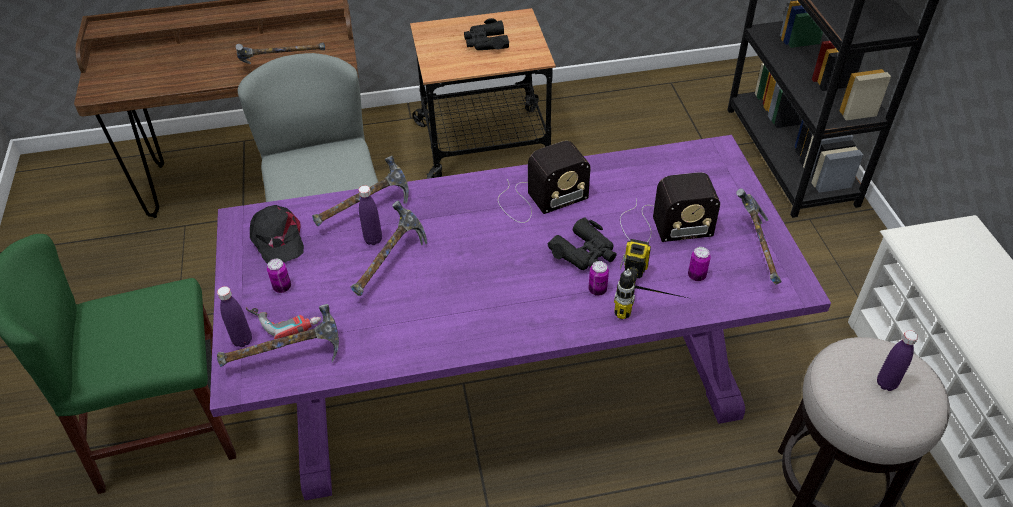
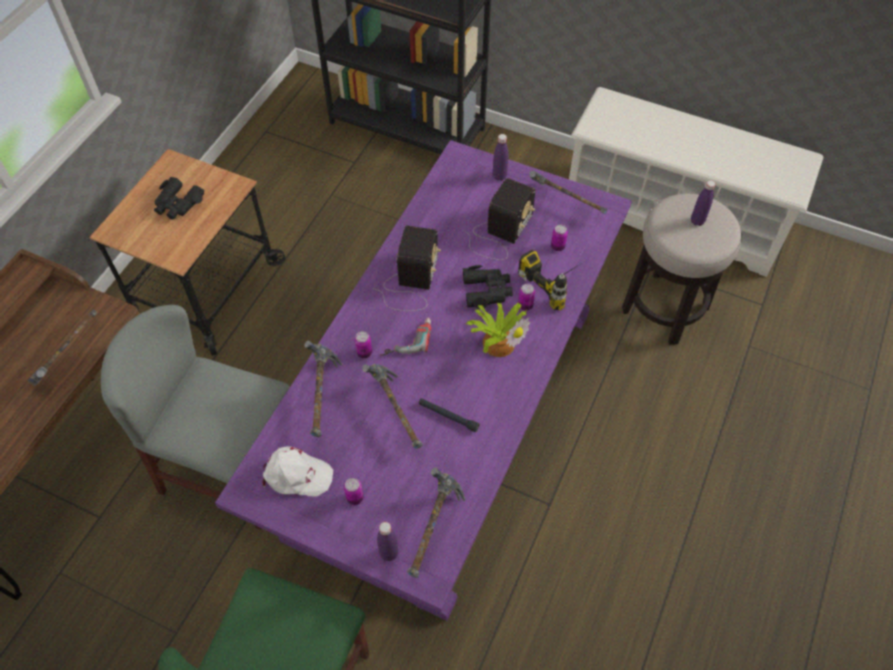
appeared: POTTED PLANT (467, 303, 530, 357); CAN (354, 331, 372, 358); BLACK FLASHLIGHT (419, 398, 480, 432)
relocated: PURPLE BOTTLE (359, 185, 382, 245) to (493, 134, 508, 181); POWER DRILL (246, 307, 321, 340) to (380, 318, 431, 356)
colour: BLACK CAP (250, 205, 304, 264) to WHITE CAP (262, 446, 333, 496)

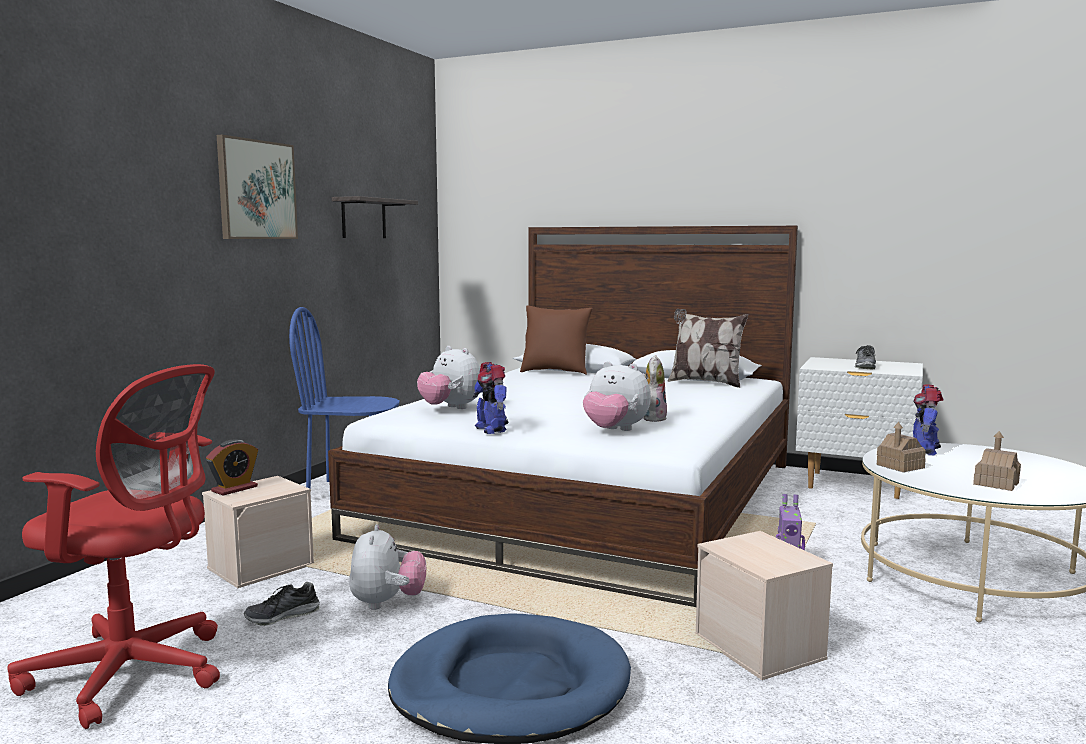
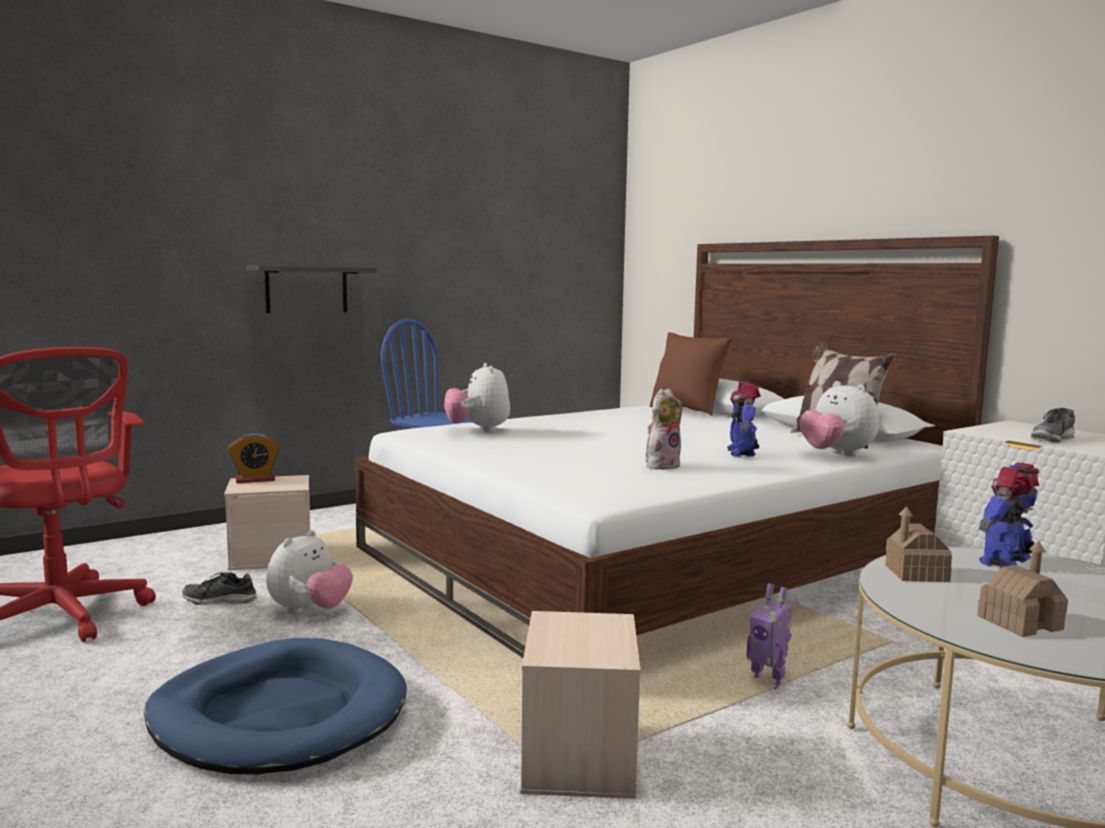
missing: PICTURE (217, 135, 298, 239)
relocated: SHELF (332, 196, 418, 238) to (246, 265, 377, 313); PLUSH TOY (583, 361, 651, 431) to (799, 381, 879, 457); TOY ROBOT (473, 362, 509, 434) to (727, 381, 761, 457)

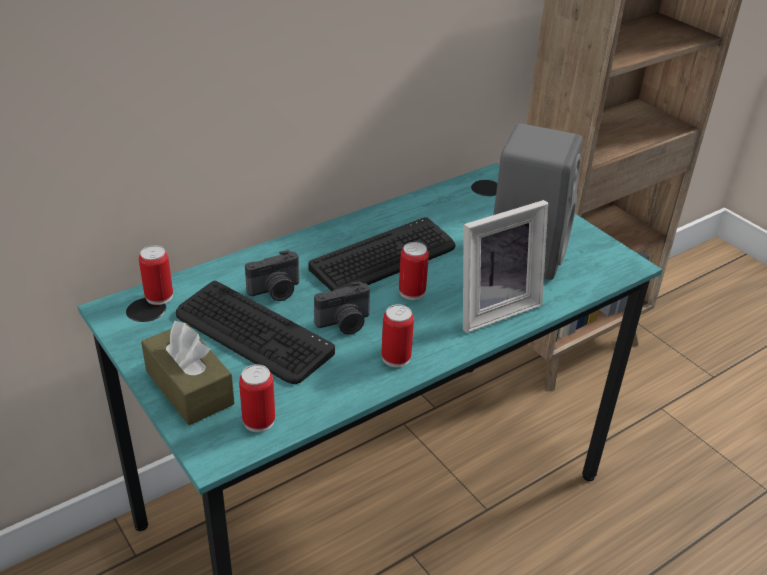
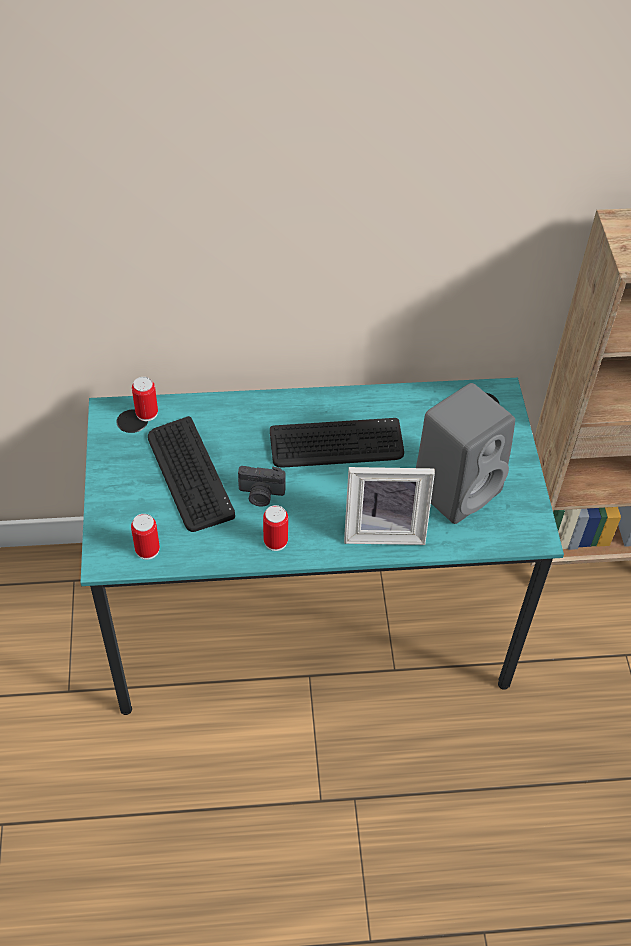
missing: CAN (399, 242, 429, 300); PHOTO CAMERA (245, 250, 299, 301); BROWN TISSUE BOX (141, 321, 235, 425)

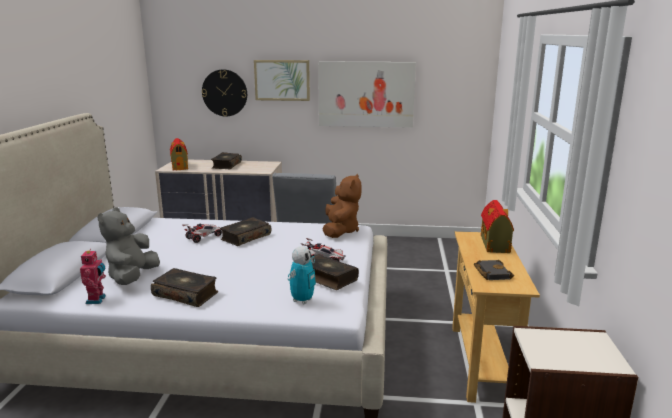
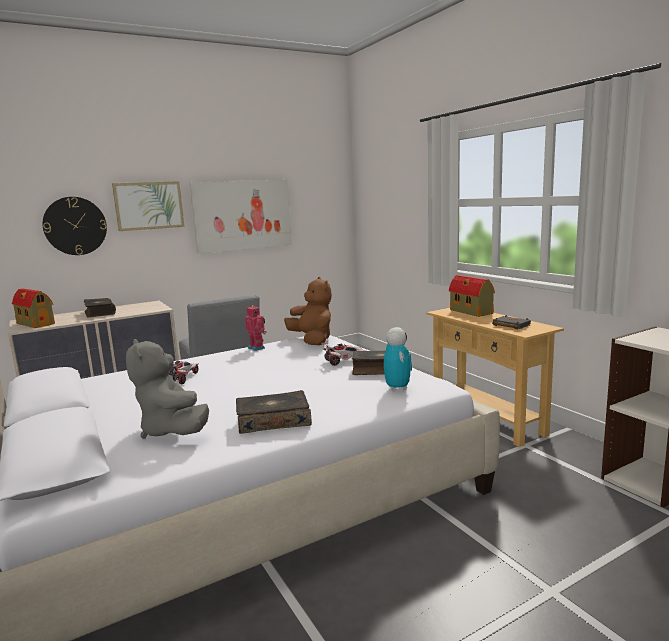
missing: BOOK (220, 217, 271, 246)
relocated: TOY ROBOT (80, 249, 106, 304) to (245, 305, 266, 351)

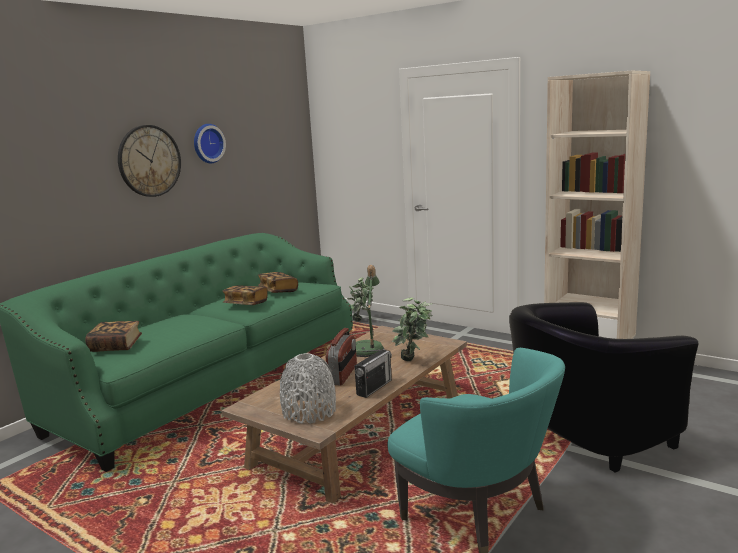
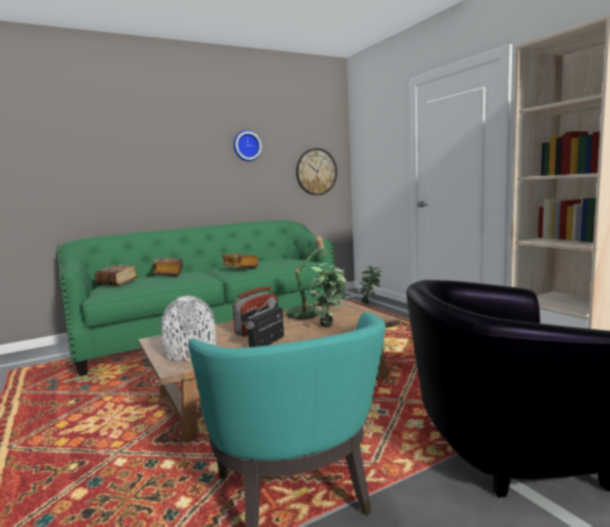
relocated: WALL CLOCK (118, 125, 181, 197) to (296, 148, 337, 195); BOOK (258, 272, 298, 293) to (153, 258, 183, 276)
spun: RADIO (355, 349, 392, 398) = (245, 295, 284, 347) 150 degrees clockwise

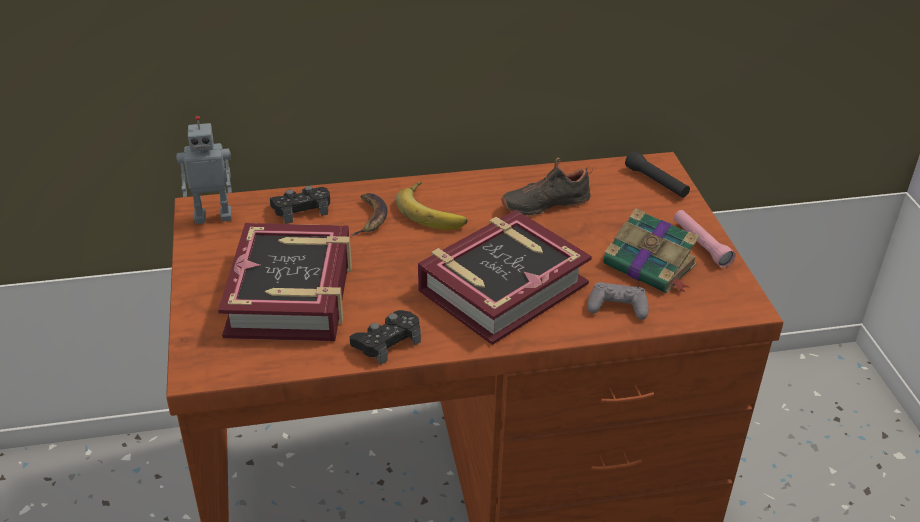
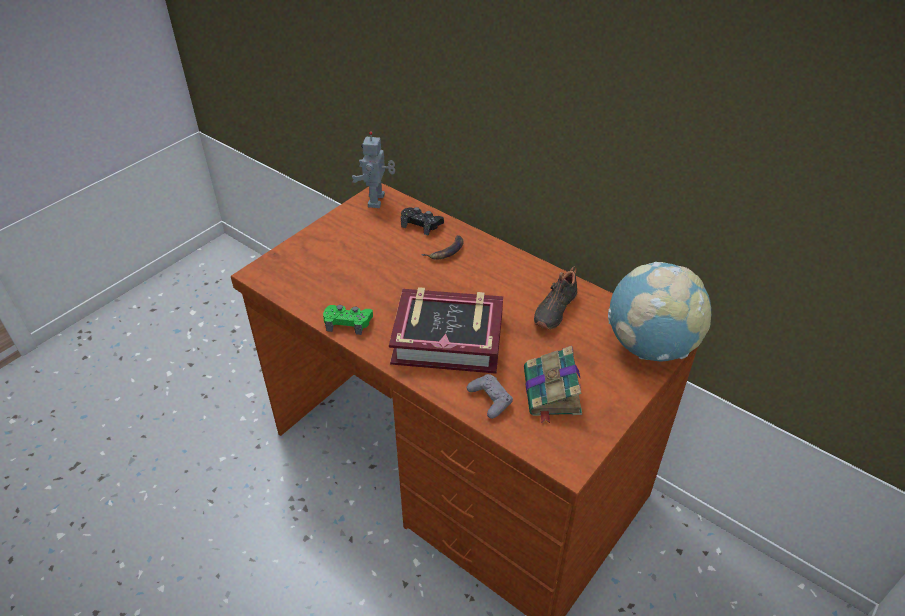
missing: BANANA (396, 181, 468, 230); PINK FLASHLIGHT (674, 210, 736, 268); BOOK (218, 223, 352, 341)
exchanged: BLACK FLASHLIGHT (625, 151, 690, 198) to GLOBE (608, 262, 711, 362)
colour: BLACK GAME CONTROLLER (350, 310, 421, 365) to GREEN GAME CONTROLLER (323, 305, 373, 335)
spun: TOY ROBOT (176, 116, 232, 224) = (352, 131, 395, 208) 60 degrees clockwise; BLACK SHOE (501, 157, 593, 217) = (534, 267, 577, 329) 90 degrees counterclockwise

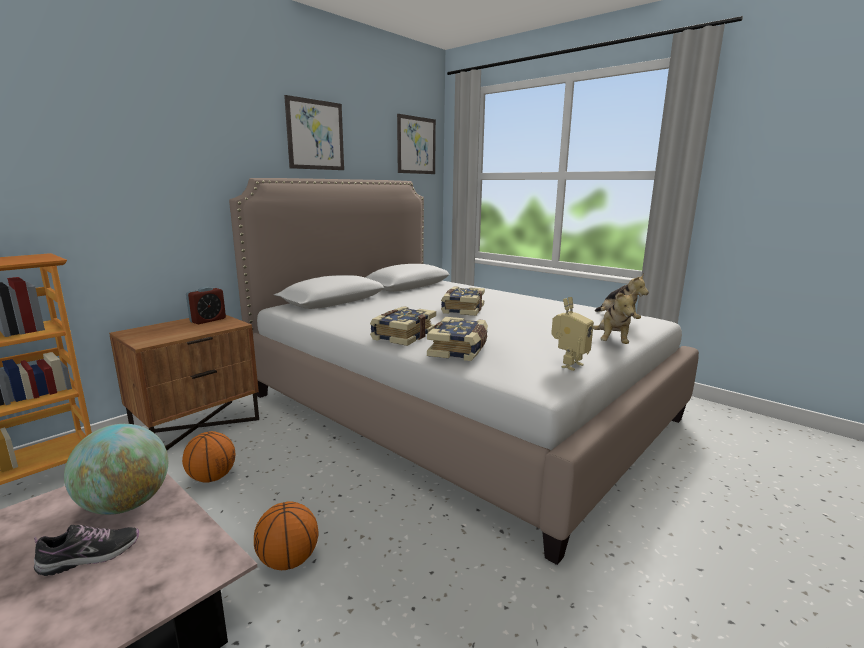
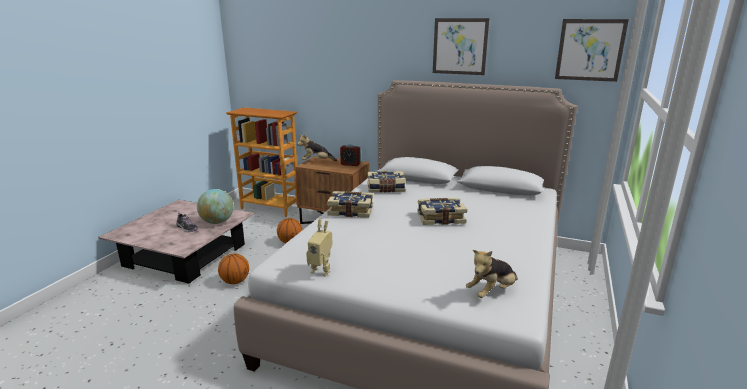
relocated: PLUSH TOY (593, 290, 636, 344) to (297, 134, 338, 161); BOOK (427, 317, 488, 361) to (367, 171, 406, 192)

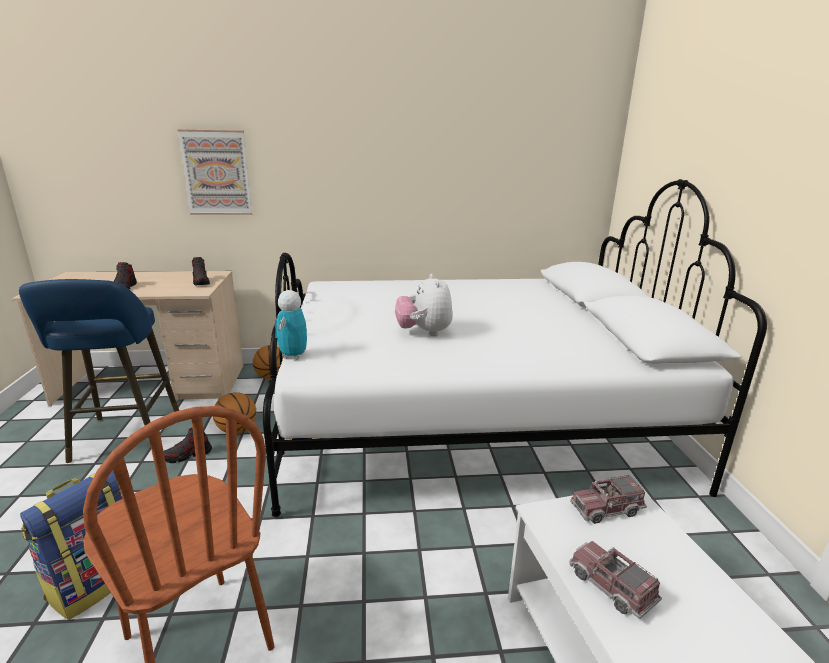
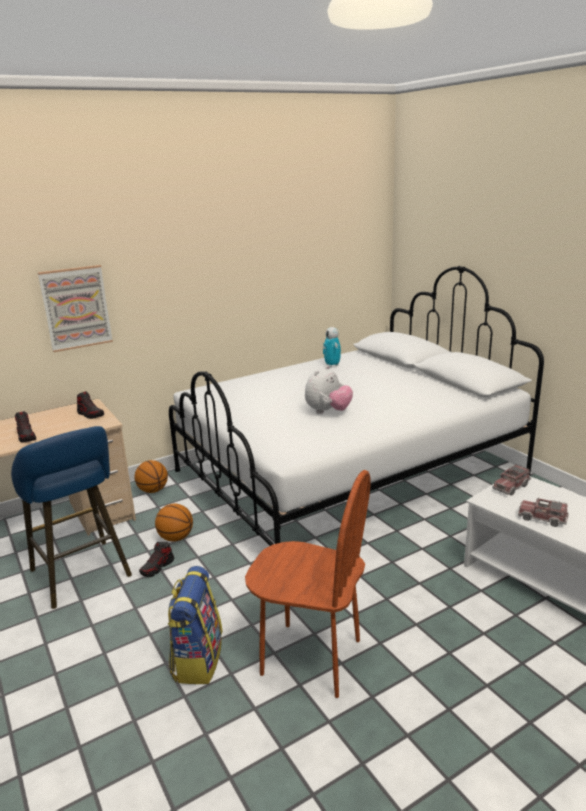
relocated: TOY ROBOT (275, 290, 307, 360) to (323, 327, 341, 368)
spun: PLUSH TOY (395, 274, 453, 336) = (305, 365, 353, 414) 105 degrees counterclockwise

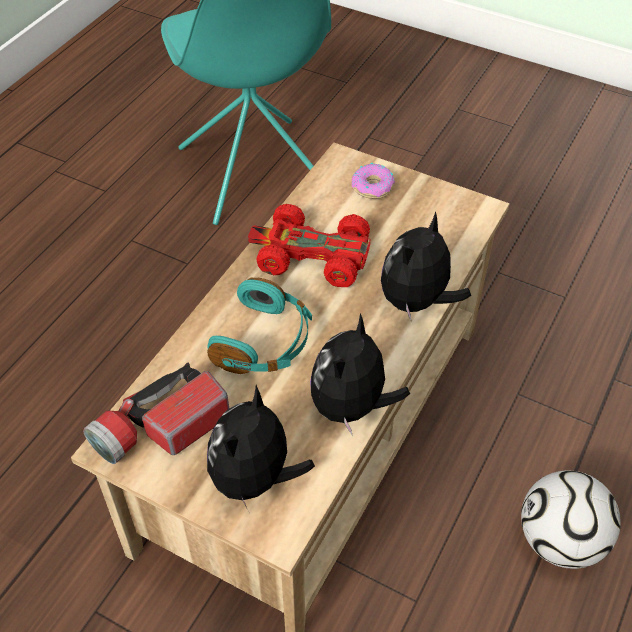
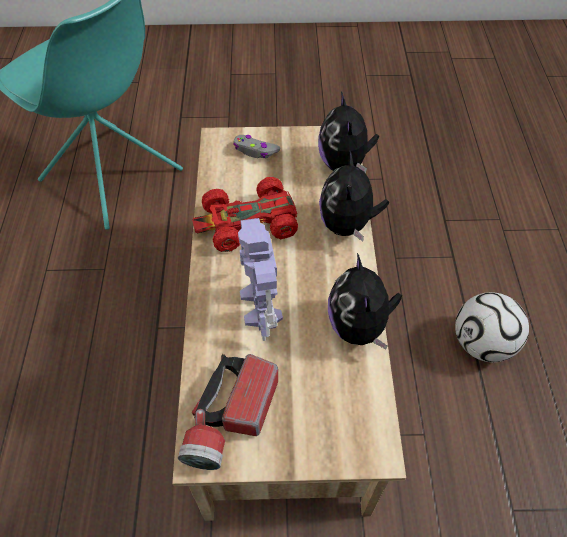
relocated: PLUSH TOY (207, 385, 315, 512) to (318, 92, 379, 174)
exchanged: DONUT (352, 163, 395, 199) to GREY GAME CONTROLLER (233, 135, 280, 158); TURQUOISE HEADPHONES (207, 278, 312, 374) to TOY ROBOT (238, 218, 283, 341)

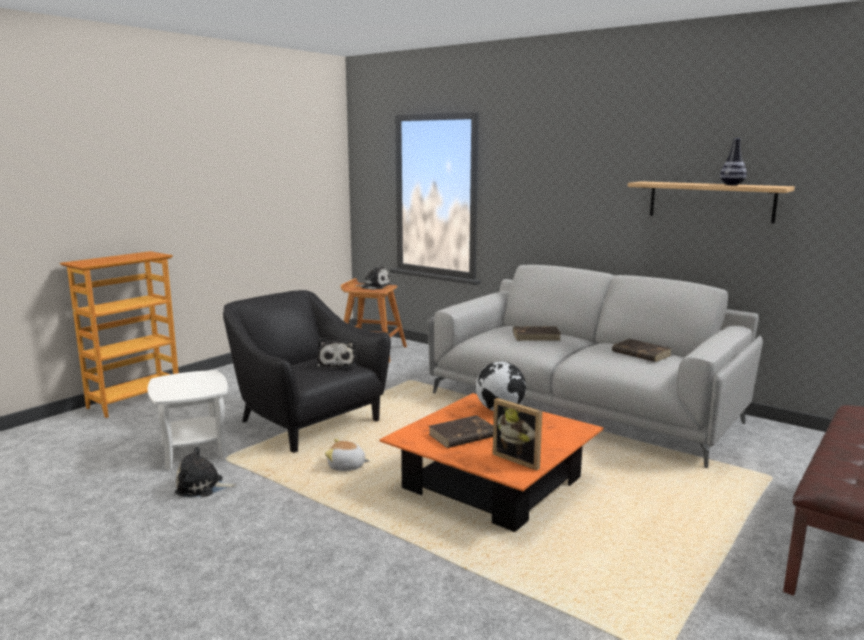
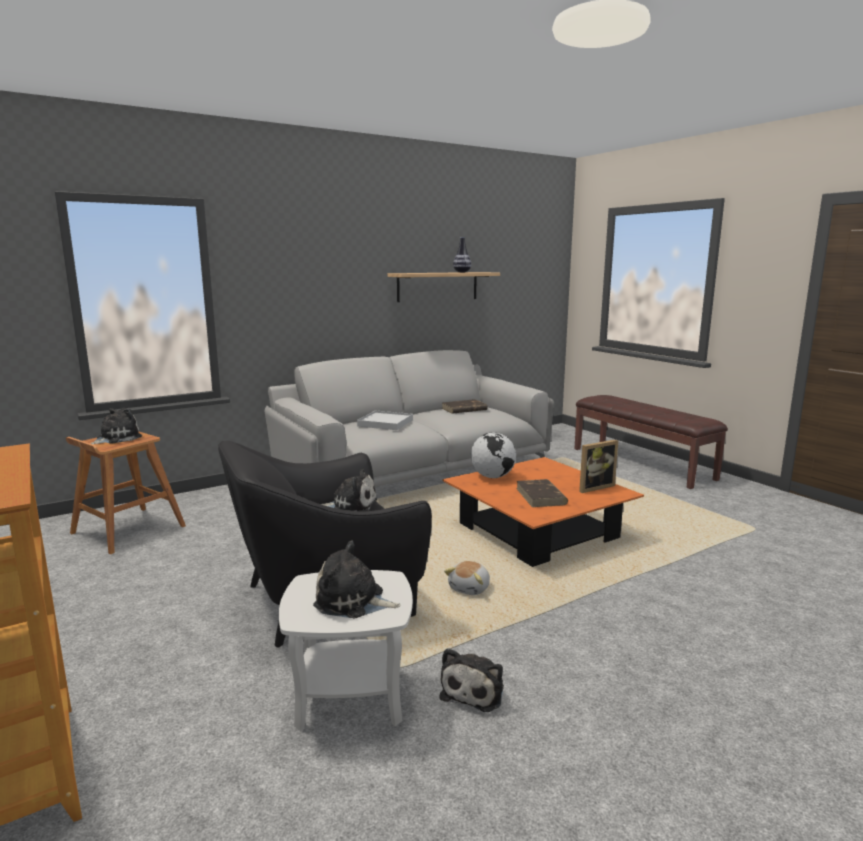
appeared: PLUSH TOY (313, 541, 401, 618)
exchanged: BROWN BOOK (513, 327, 561, 341) to WHITE TRAY (357, 411, 413, 430)

